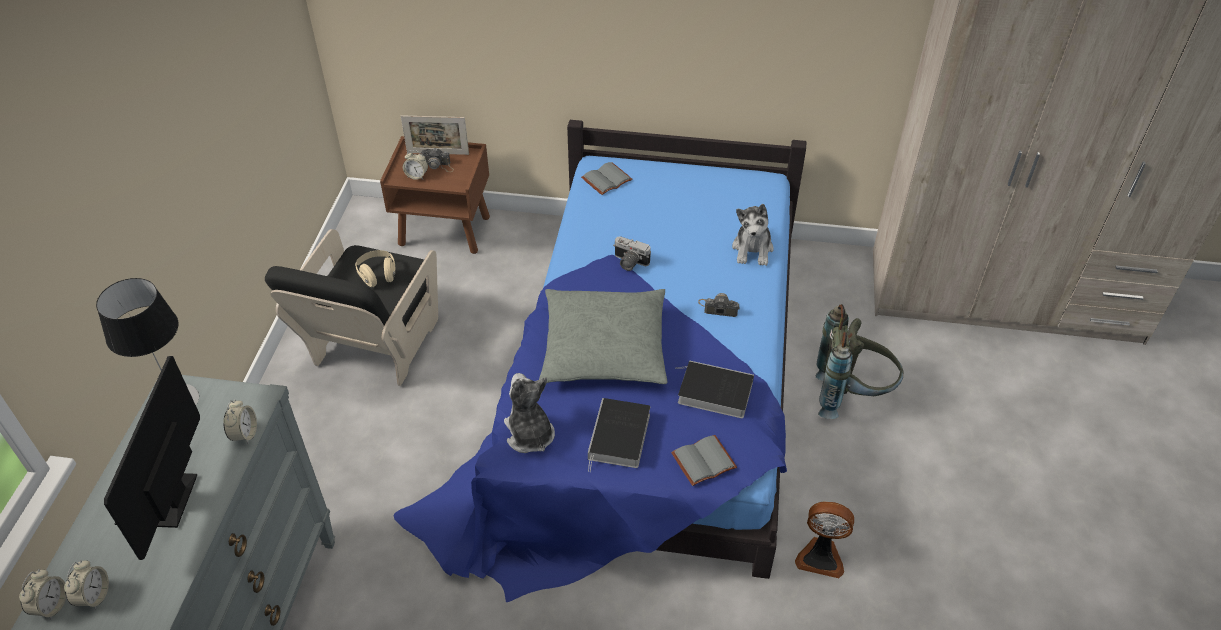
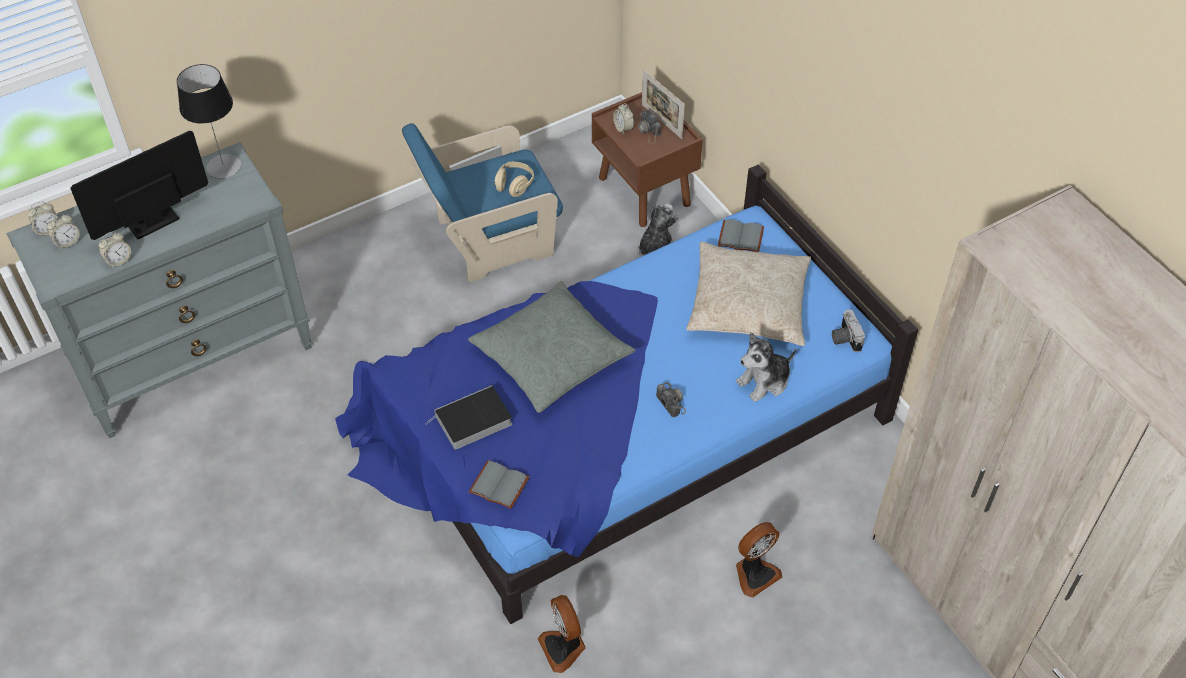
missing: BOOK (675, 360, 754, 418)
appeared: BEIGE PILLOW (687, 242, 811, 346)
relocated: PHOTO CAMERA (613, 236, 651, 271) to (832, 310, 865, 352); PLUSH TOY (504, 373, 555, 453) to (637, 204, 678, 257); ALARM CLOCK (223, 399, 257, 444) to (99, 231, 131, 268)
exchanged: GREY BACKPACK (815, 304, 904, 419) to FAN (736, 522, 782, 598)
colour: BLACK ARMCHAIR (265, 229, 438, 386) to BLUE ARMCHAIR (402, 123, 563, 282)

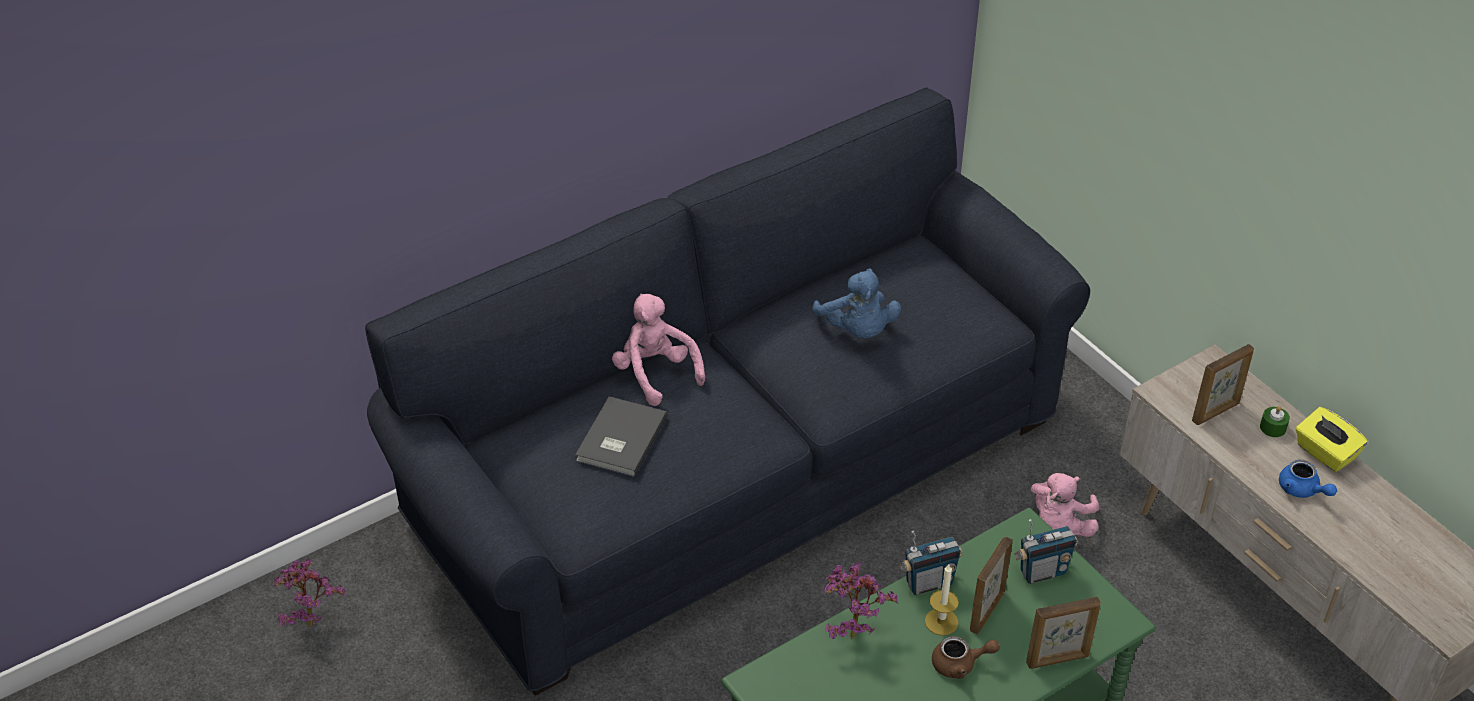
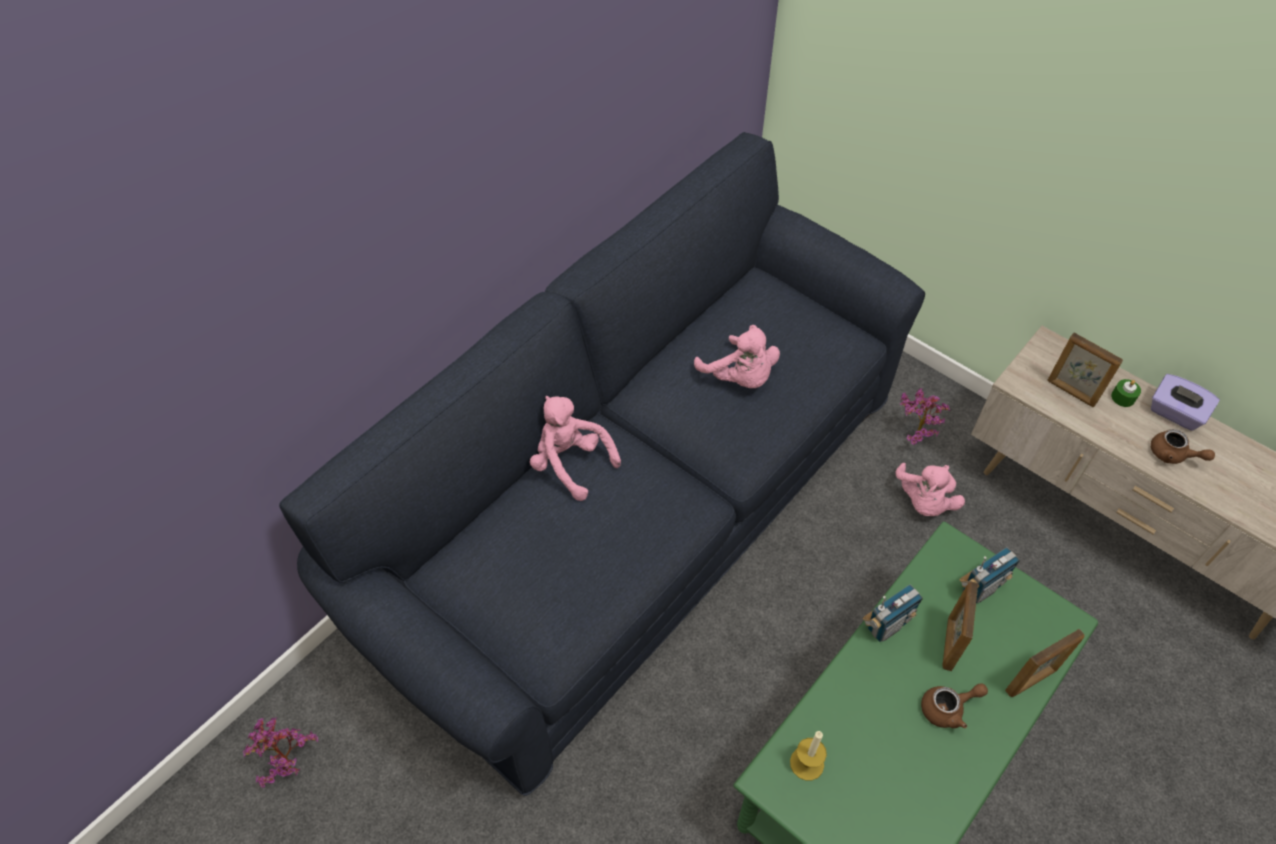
missing: GREY BOOK (575, 397, 667, 477)
relocated: POTTED PLANT (824, 562, 898, 639) to (900, 388, 951, 445); CANDLE (925, 564, 959, 636) to (790, 731, 827, 780)
colour: BLUE PLUSH TOY (812, 269, 901, 338) to PINK PLUSH TOY (694, 325, 780, 388); YELLOW TISSUE BOX (1296, 407, 1368, 472) to PURPLE TISSUE BOX (1151, 374, 1220, 431); BLUE TEAPOT (1279, 460, 1337, 498) to BROWN TEAPOT (1151, 429, 1215, 464)
spun: PICTURE FRAME (1192, 344, 1254, 425) = (1047, 333, 1123, 408) 90 degrees clockwise

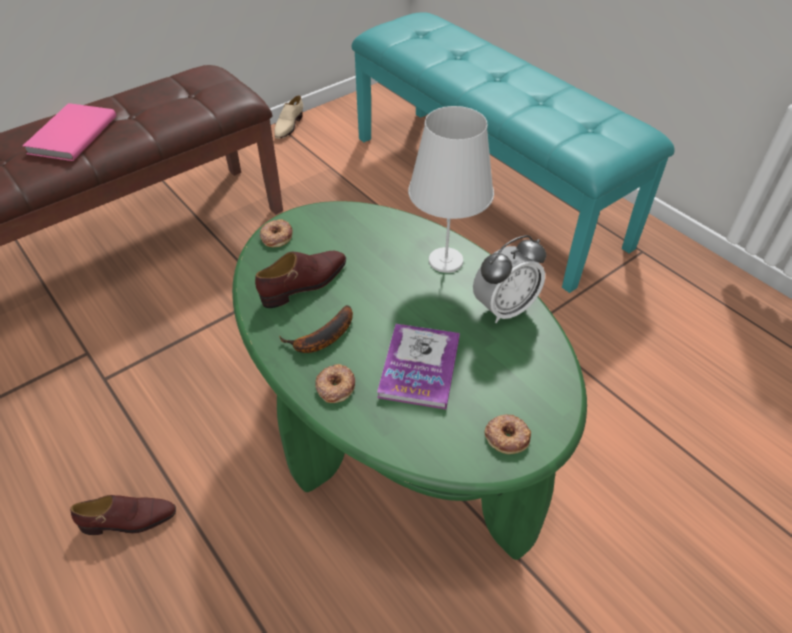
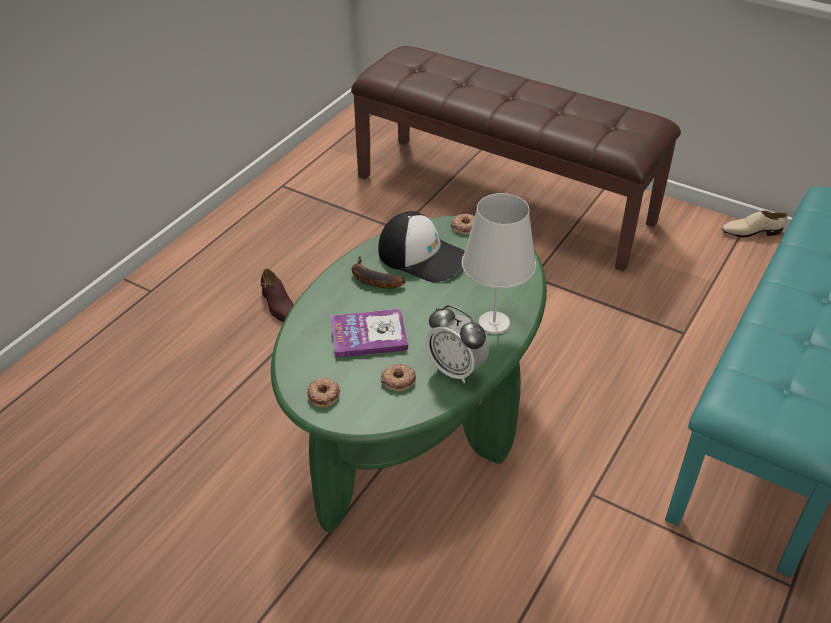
missing: PINK BOOK (23, 103, 116, 161)
relocated: DONUT (315, 364, 355, 403) to (381, 364, 416, 391)
exchanged: BROWN SHOE (255, 251, 346, 308) to CAP (378, 211, 465, 282)

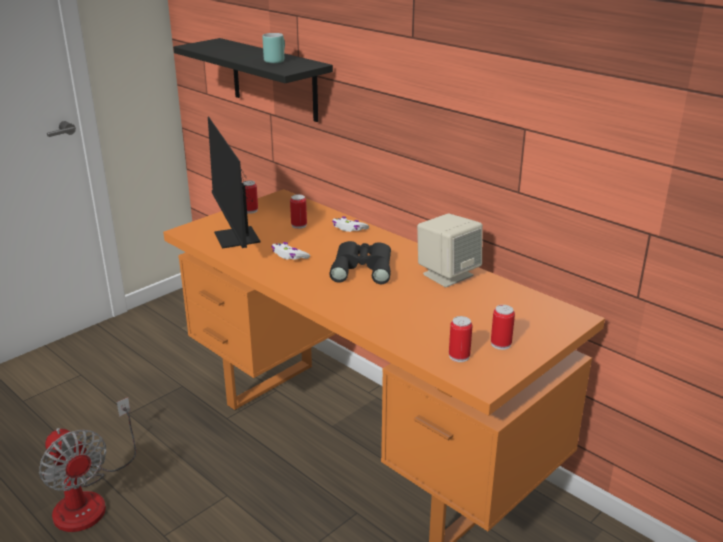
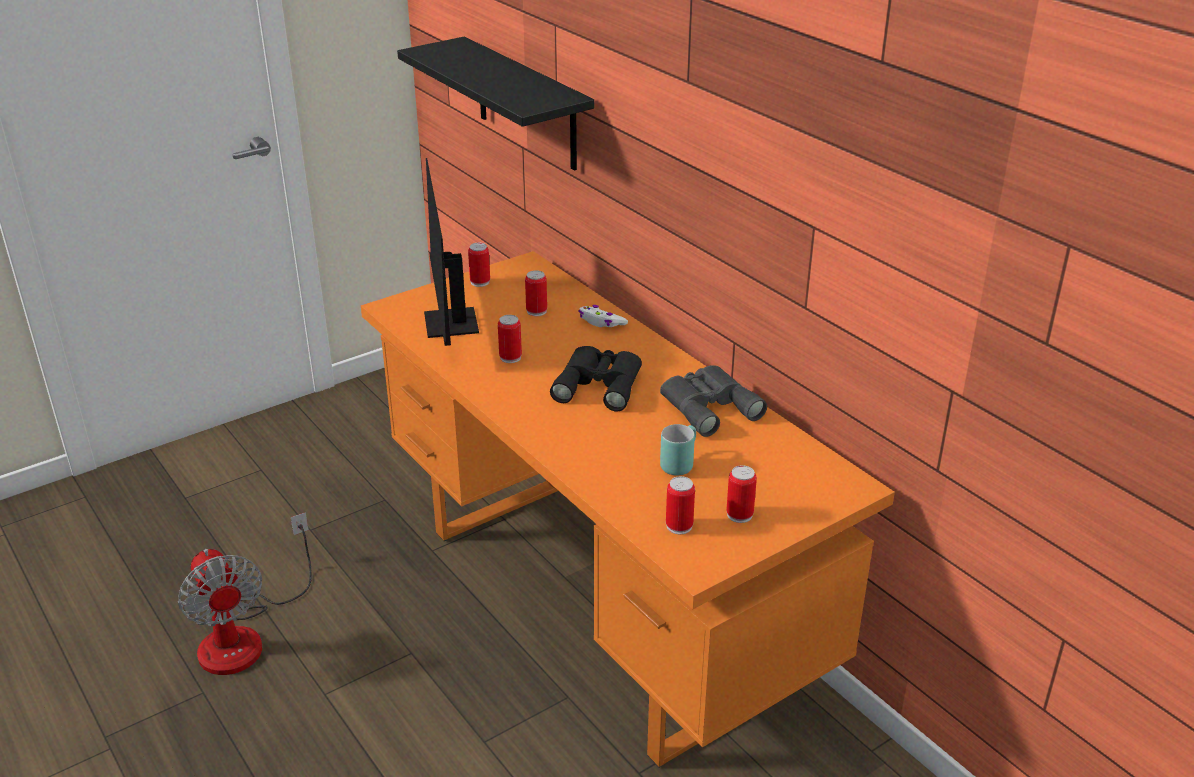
relocated: TURQUOISE MUG (262, 33, 285, 63) to (660, 424, 696, 476)
exchanged: BEIGE SPEAKER (417, 214, 483, 287) to GREY BINOCULARS (660, 365, 767, 437); WHITE GAME CONTROLLER (271, 242, 310, 259) to CAN (498, 315, 522, 363)

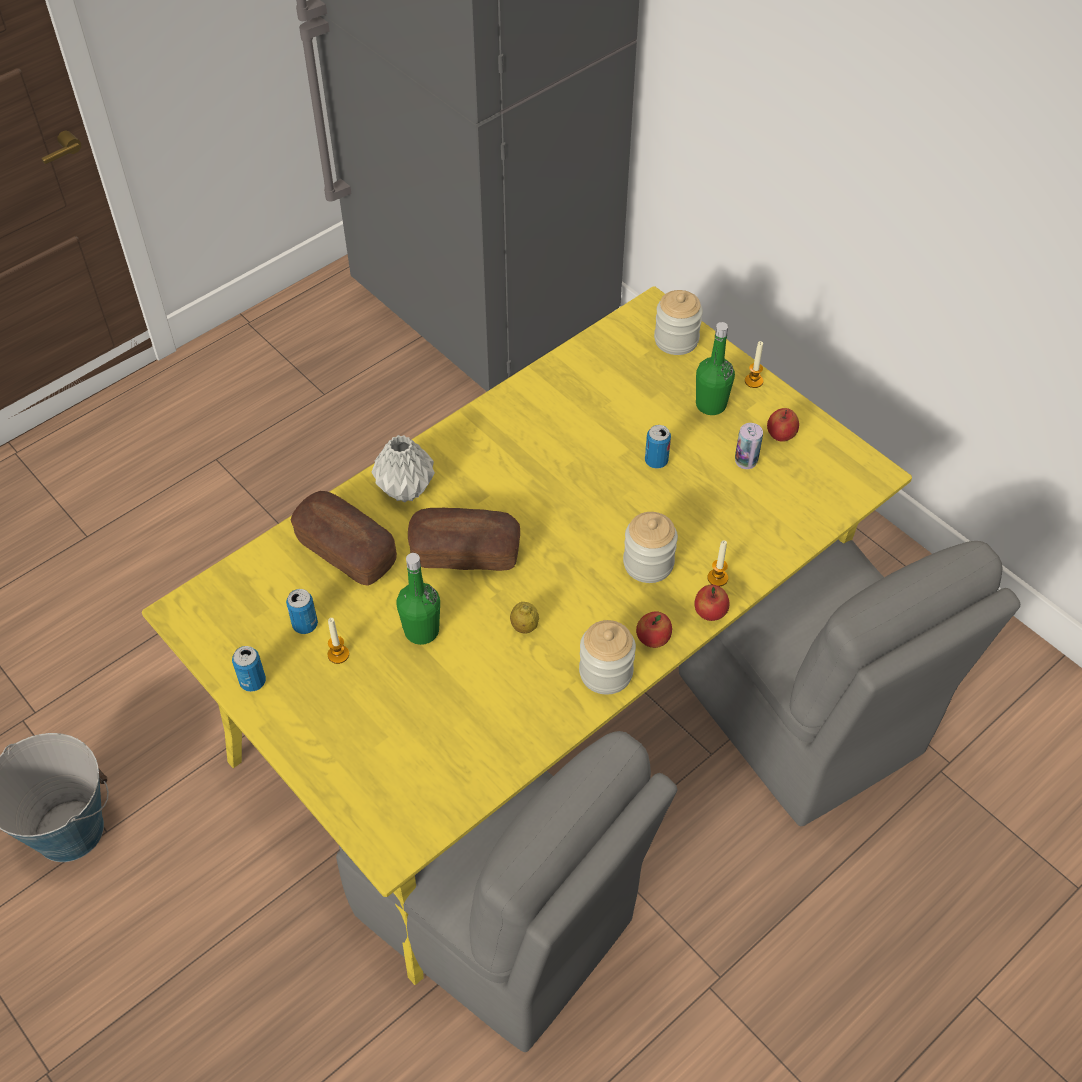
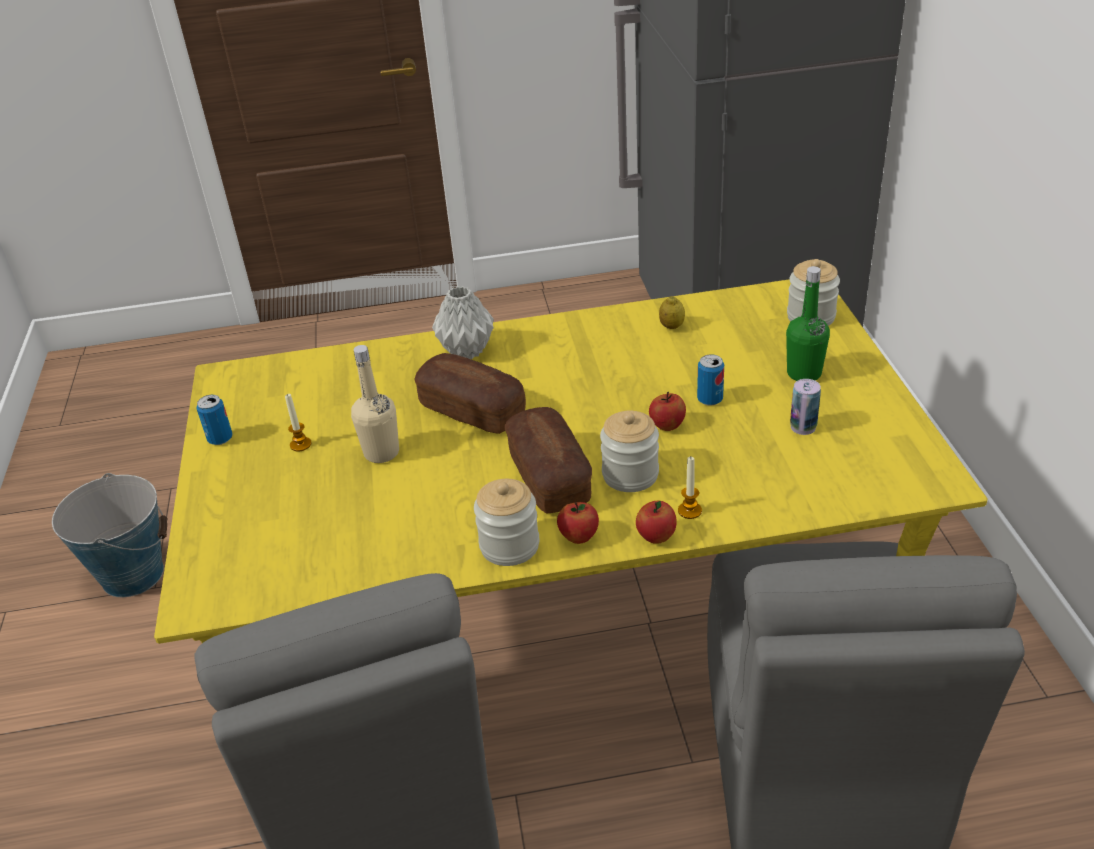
missing: CANDLE (745, 341, 763, 388); CAN (286, 589, 318, 634)
relocated: APPLE (767, 408, 799, 442) to (649, 392, 686, 431); BREAD (290, 491, 397, 586) to (505, 407, 592, 513); LEMON (510, 602, 539, 634) to (659, 296, 685, 329)
colour: GREEN BOTTLE (397, 553, 440, 645) to BEIGE BOTTLE (351, 345, 399, 463)

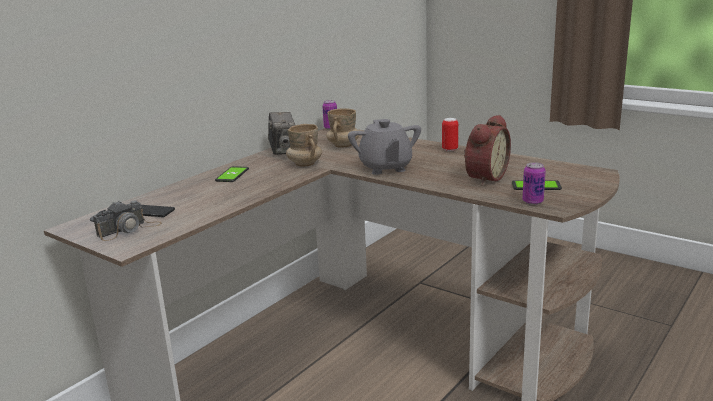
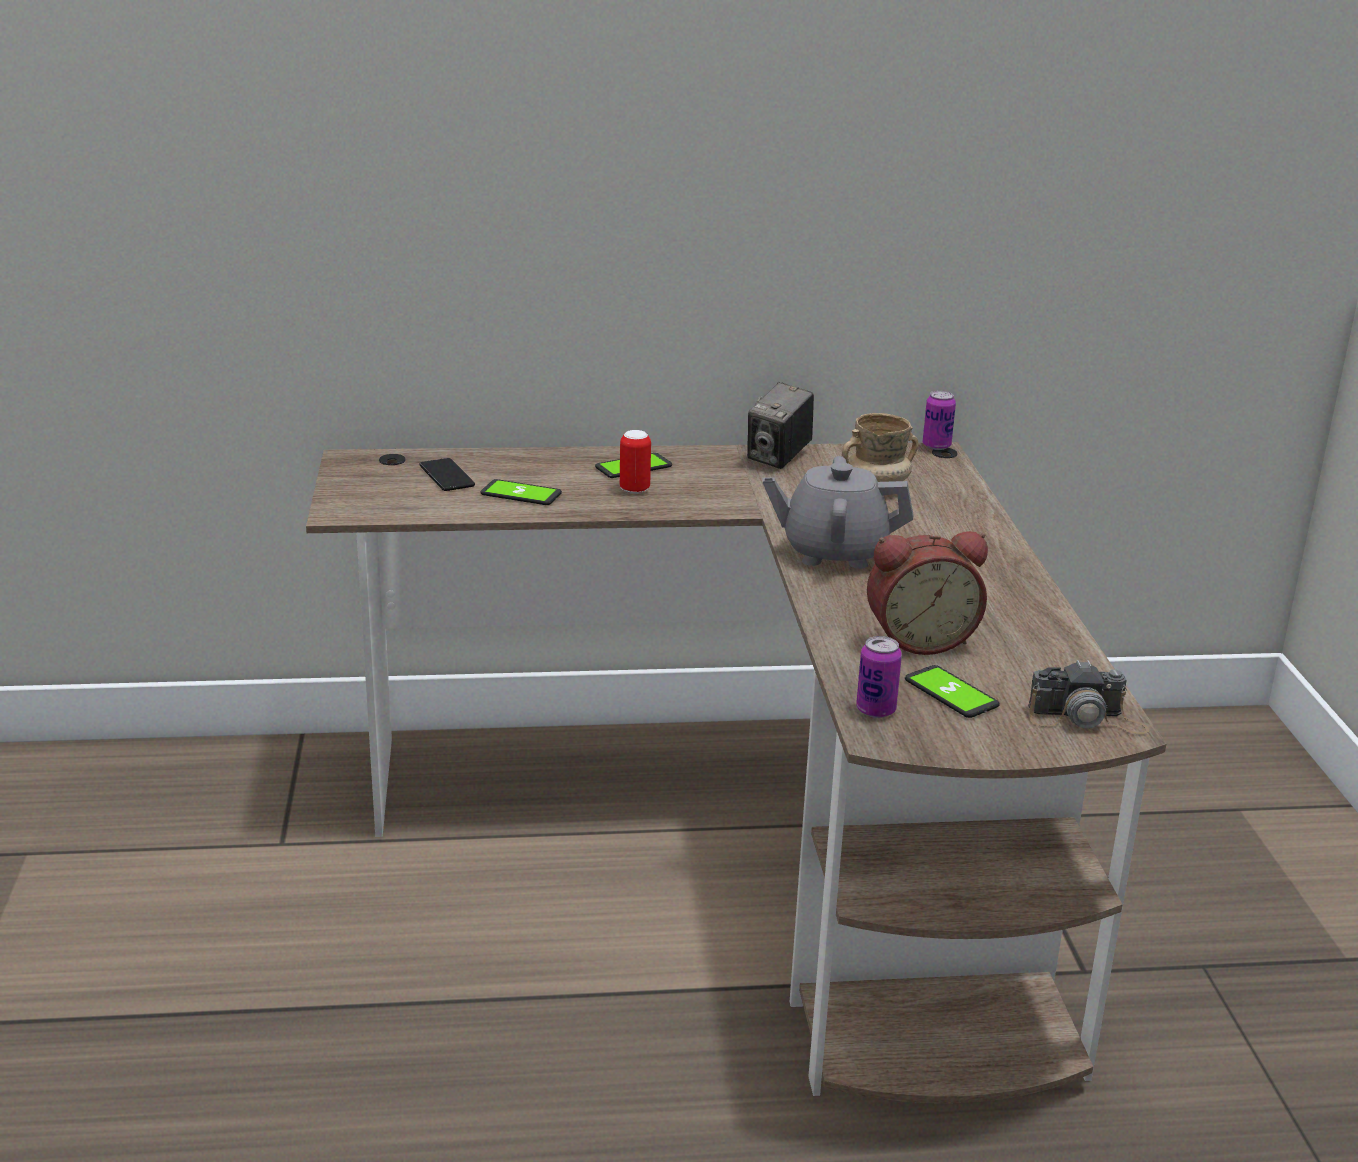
missing: BEIGE MUG (286, 124, 322, 167)
appeared: PHONE (481, 479, 562, 505)
relocated: CAN (442, 118, 458, 151) to (620, 430, 651, 494); PHOTO CAMERA (93, 200, 162, 241) to (1028, 660, 1149, 734)
spun: GREY TEAPOT (348, 119, 421, 175) = (763, 456, 913, 569) 60 degrees clockwise

